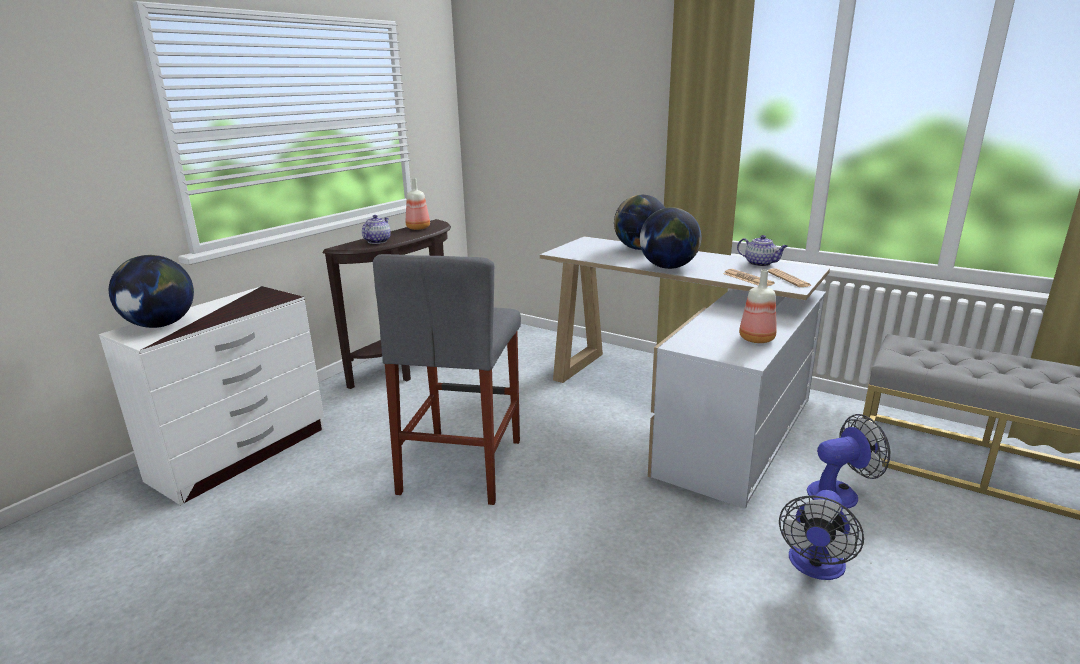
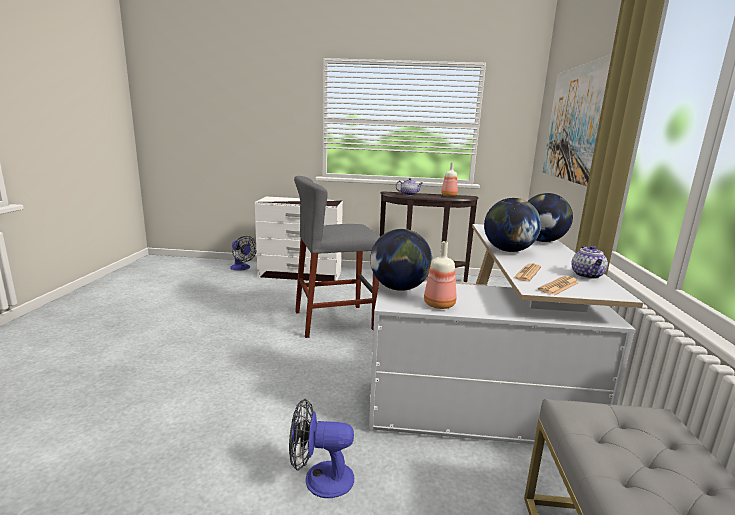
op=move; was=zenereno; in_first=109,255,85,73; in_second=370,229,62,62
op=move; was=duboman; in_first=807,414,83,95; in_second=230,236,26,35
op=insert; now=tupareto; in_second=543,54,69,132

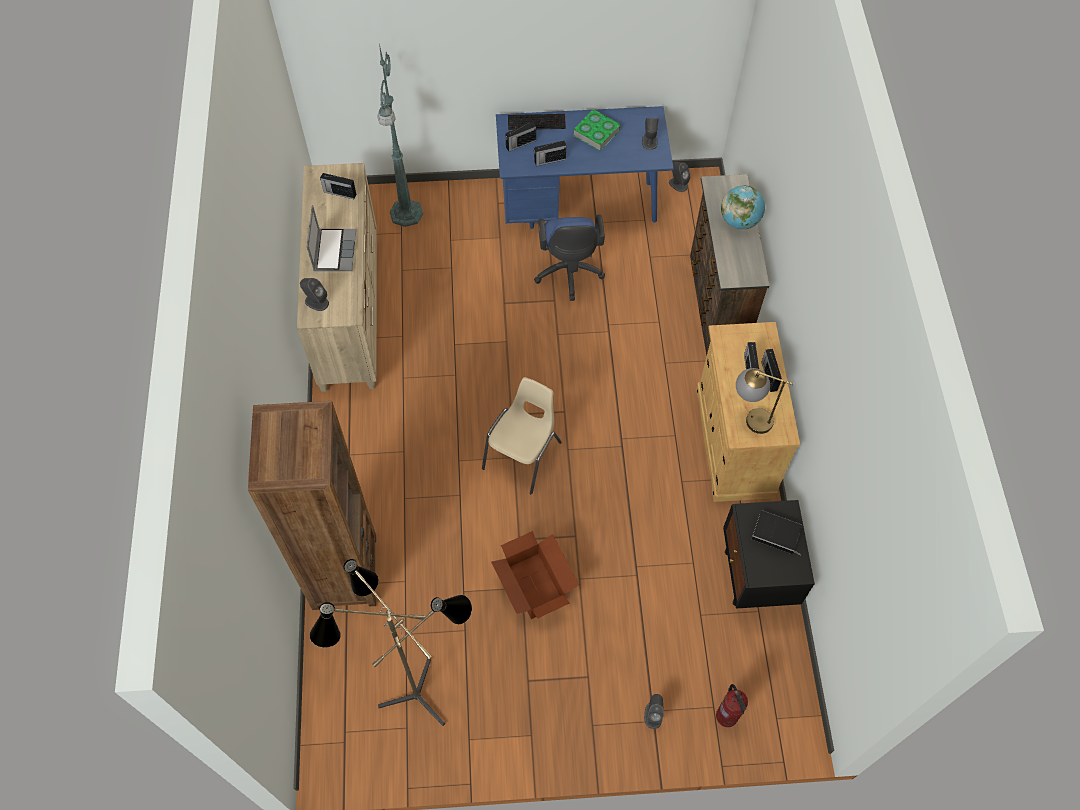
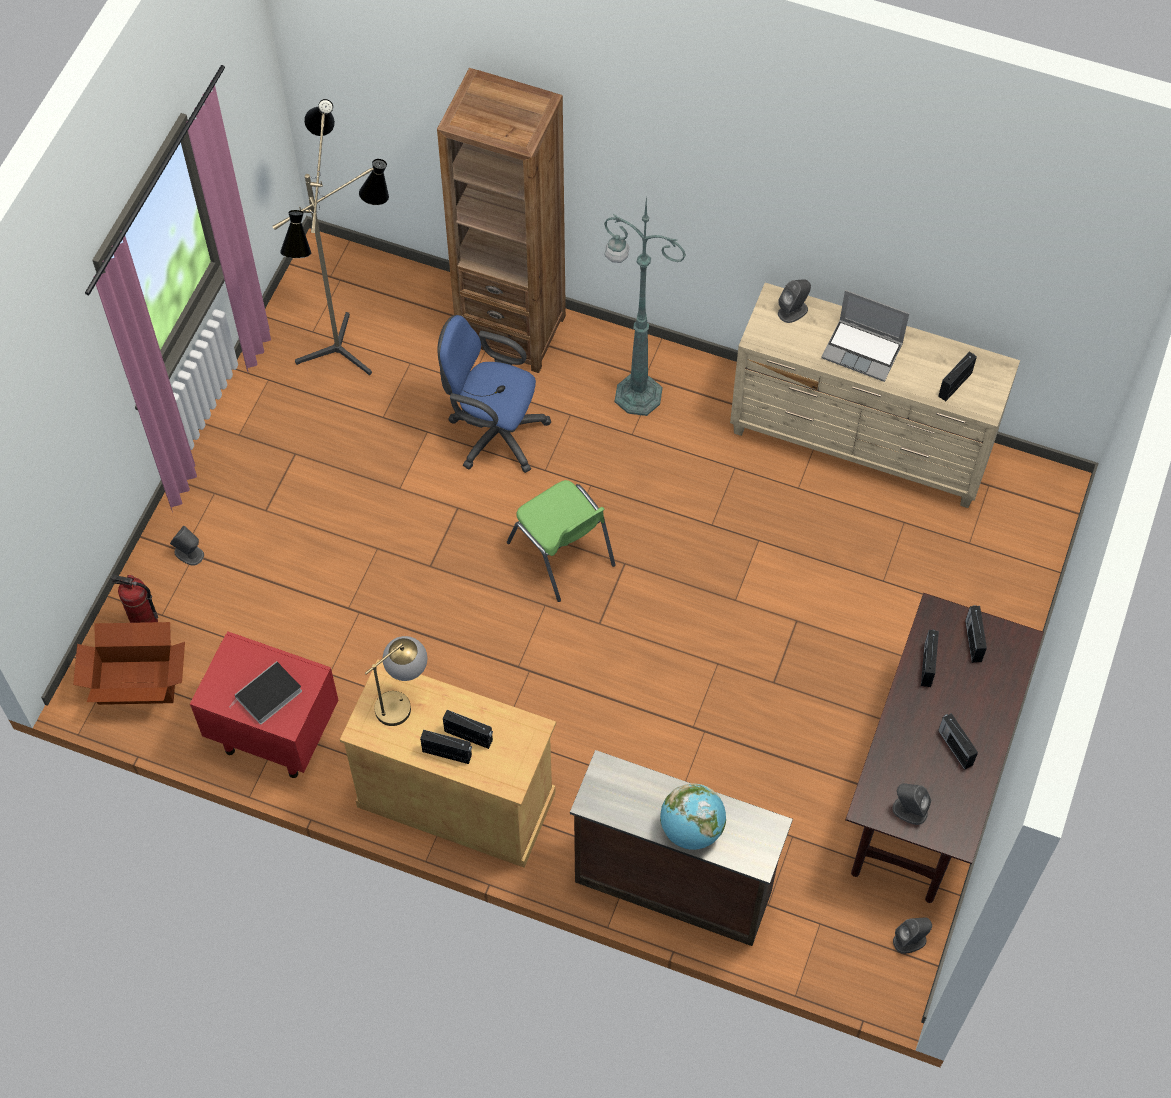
op=move; was=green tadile; in_first=377,43,46,184; in_second=604,195,82,221
op=recolor; was=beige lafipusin; now=green lafipusin; in_first=482,377,80,117; in_second=507,480,108,122
op=move; was=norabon; in_first=491,531,88,88; in_second=73,622,112,83
op=recolor; was=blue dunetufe; now=brown dunetufe; in_first=496,106,178,123; in_second=845,593,199,310
op=delete; was=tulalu; in_first=508,114,58,16
op=move; was=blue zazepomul; in_first=534,214,71,87; in_second=437,315,115,158
op=replace; was=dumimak; now=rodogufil; in_first=573,109,48,42; in_second=938,713,40,57
op=recolor; was=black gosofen; now=red gosofen; in_first=723,500,92,108; in_second=190,631,149,147

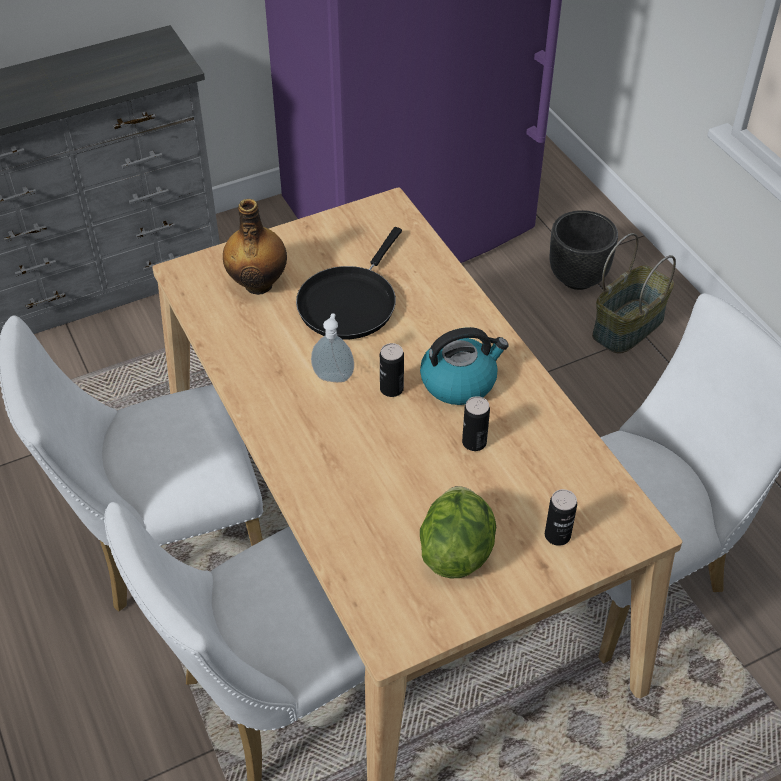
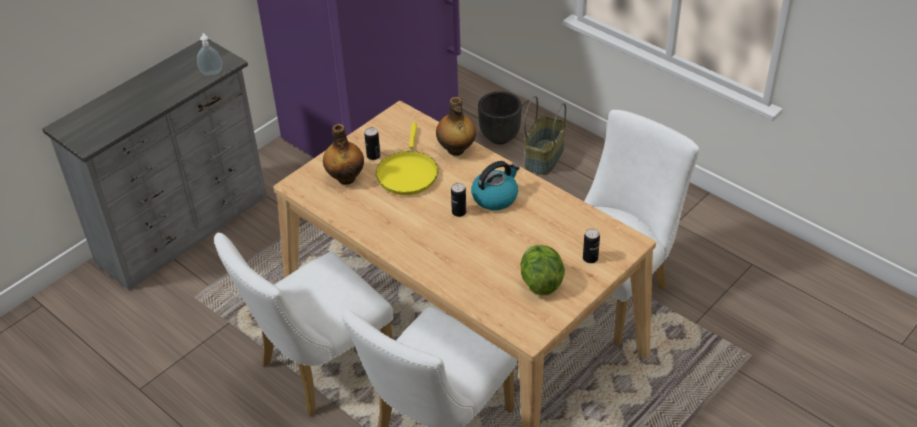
op=recolor; was=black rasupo; now=yellow rasupo; in_first=296,227,106,112; in_second=376,123,62,72
op=move; was=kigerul; in_first=311,313,43,69; in_second=197,33,25,43
op=move; was=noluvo; in_first=462,396,28,55; in_second=364,127,16,33
op=insert; now=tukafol; in_second=436,97,40,59

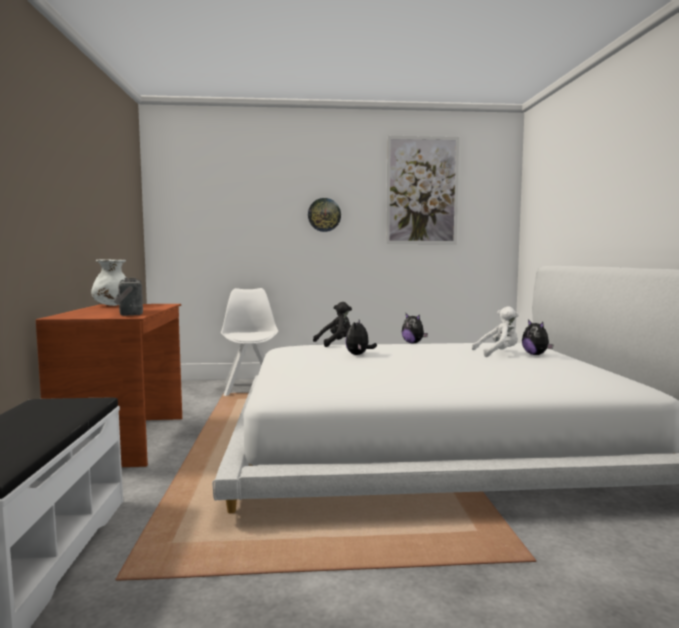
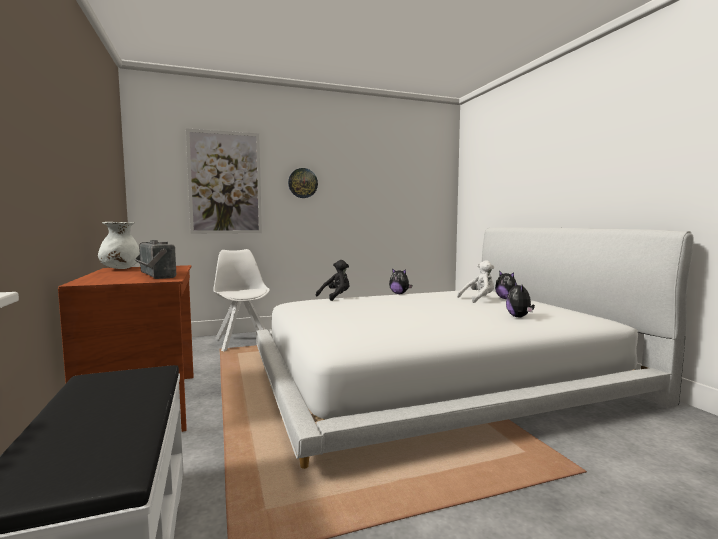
op=move; was=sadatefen; in_first=345,320,32,35; in_second=506,282,29,35
op=move; was=tupareto; in_first=386,136,73,108; in_second=186,128,76,106

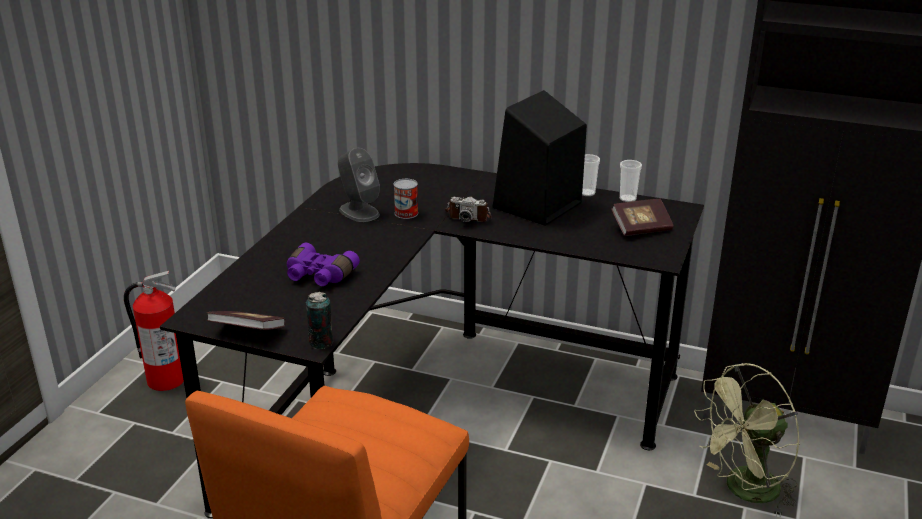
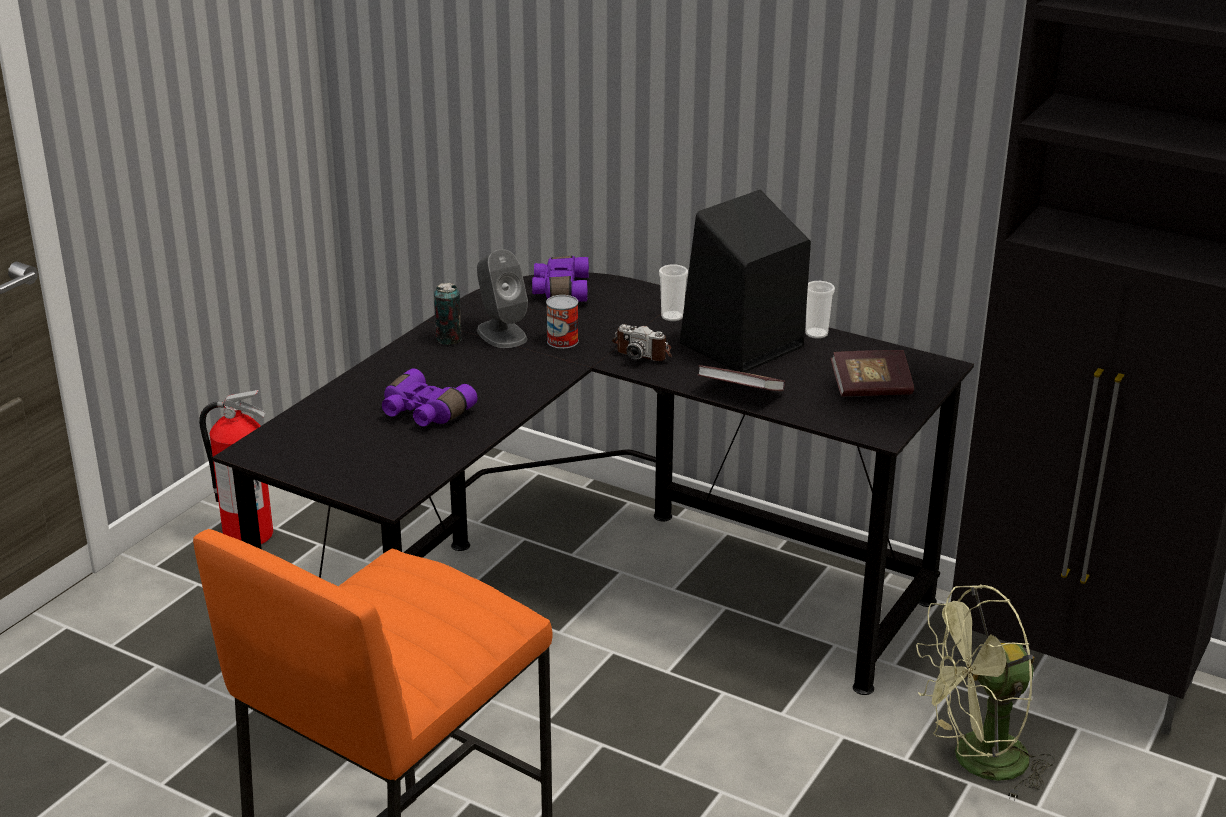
op=move; was=dumimak; in_first=207,311,79,19; in_second=697,365,88,26
op=move; was=noluvo; in_first=306,292,27,57; in_second=434,283,28,62
op=move; was=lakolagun; in_first=620,160,22,42; in_second=659,264,29,57
op=insert; now=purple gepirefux; in_second=532,256,57,46

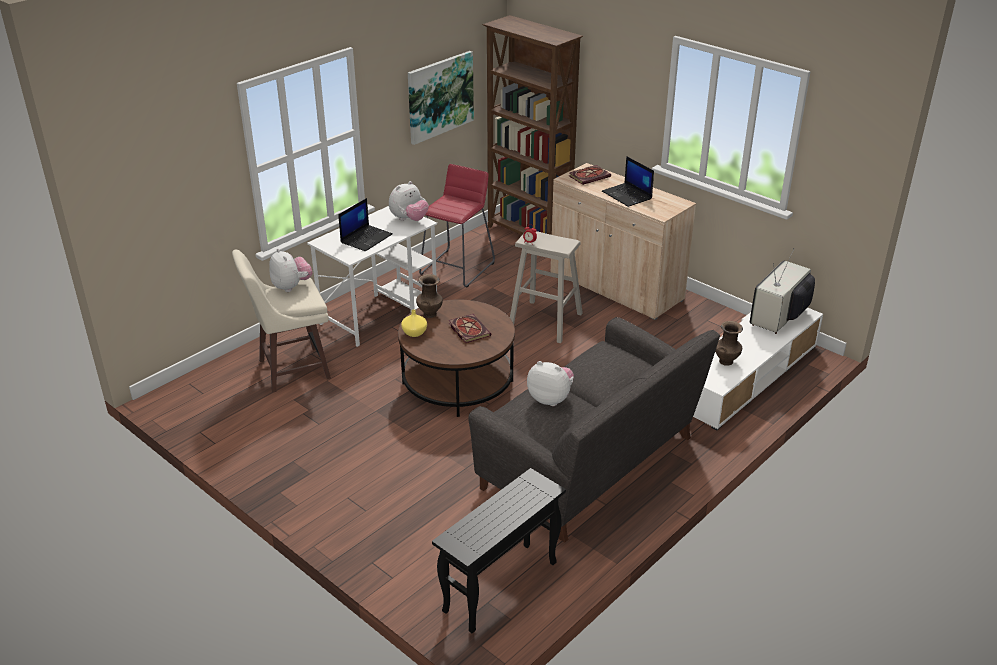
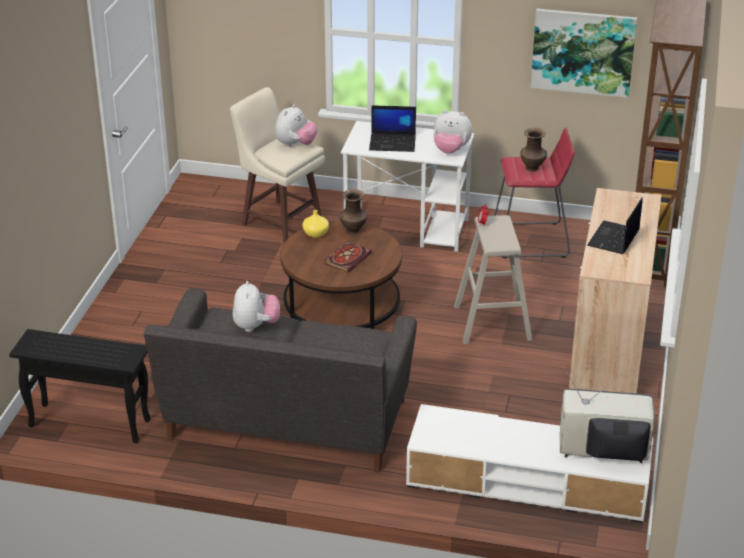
op=delete; was=dumimak; in_first=569,165,42,20
op=move; was=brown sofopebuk; in_first=715,321,28,45; in_second=520,128,27,44

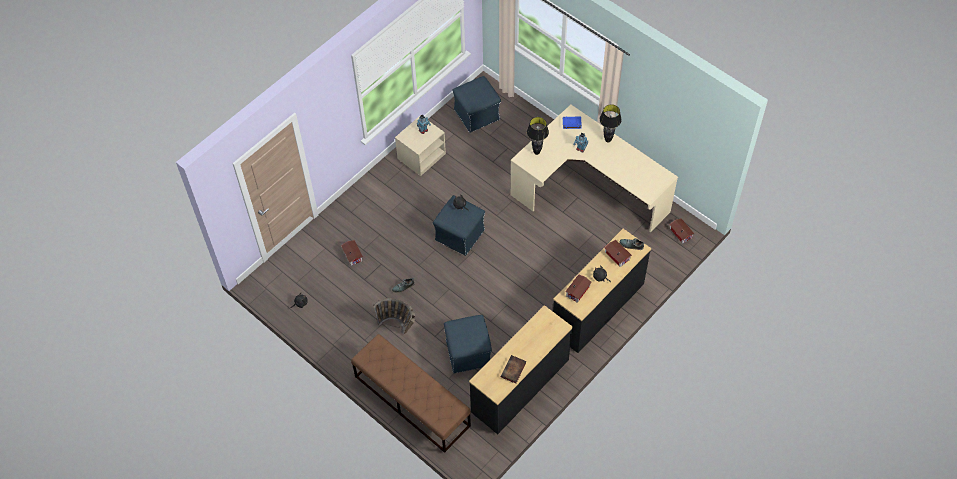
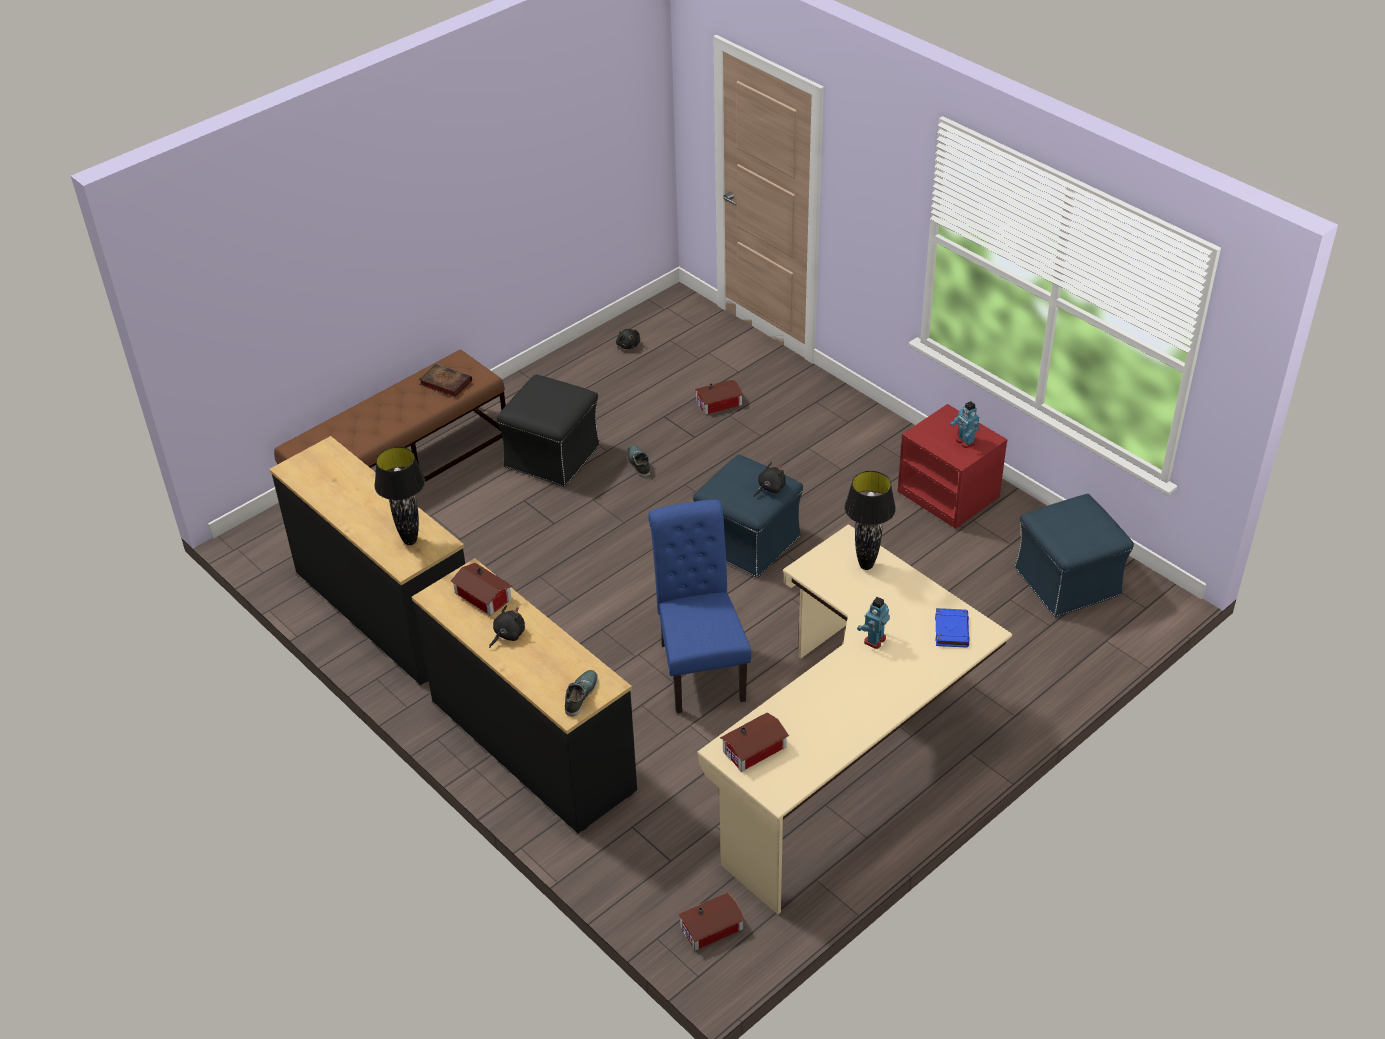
op=replace; was=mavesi; now=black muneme; in_first=373,298,42,36; in_second=497,374,103,113
op=recolor; was=beige gosofen; now=red gosofen; in_first=395,115,51,61; in_second=898,404,109,125
op=delete; was=blue muneme; in_first=444,315,48,58
op=move; was=dumimak; in_first=501,355,25,29; in_second=419,364,53,33
op=move; was=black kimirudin; in_first=600,104,22,39; in_second=374,447,51,98
op=move; was=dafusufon; in_first=605,240,27,27; in_second=720,712,69,60
op=insert; now=blue lafipusin; in_second=648,500,103,213

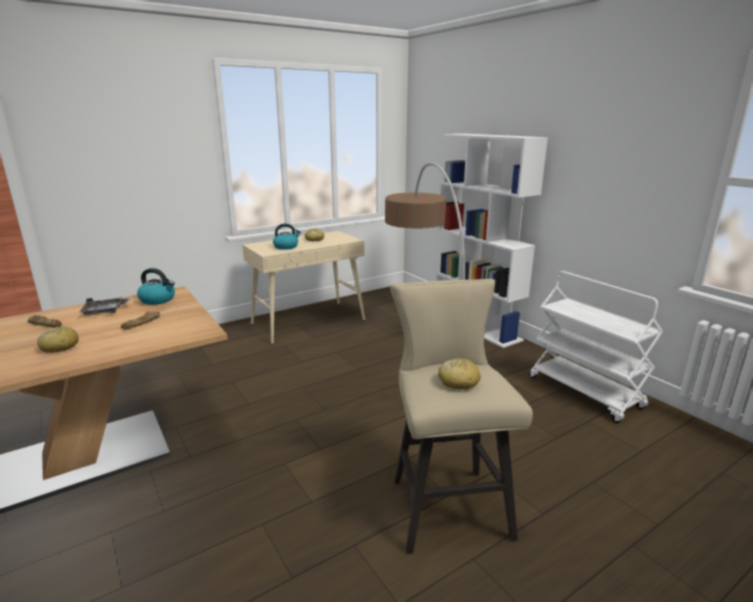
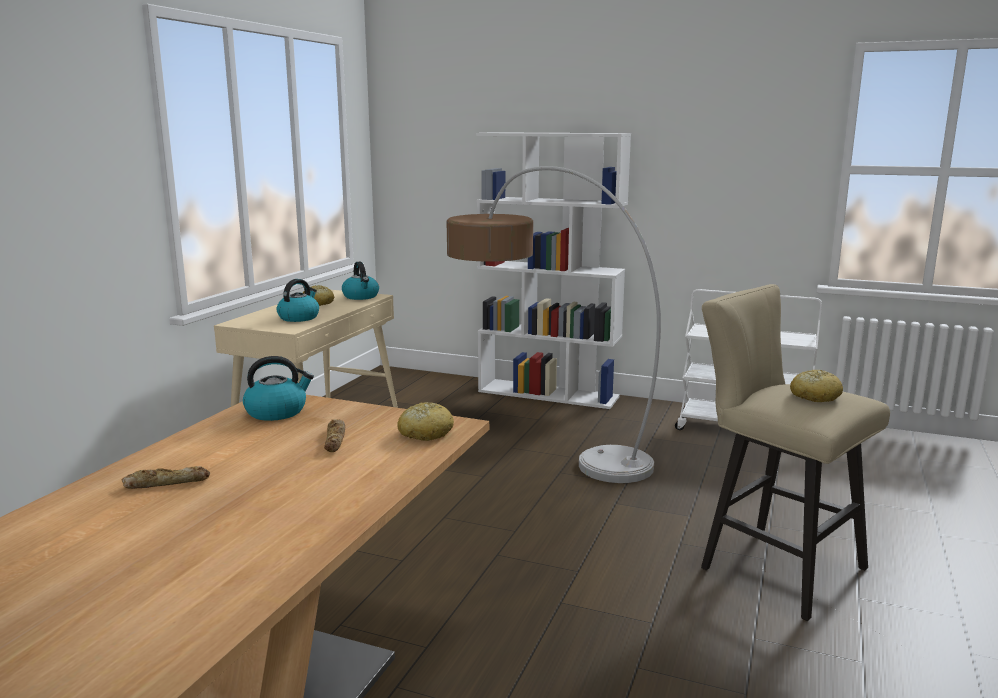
op=move; was=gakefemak; in_first=37,326,42,27; in_second=397,402,57,39
op=delete; was=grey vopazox; in_first=80,297,51,19
op=insert; now=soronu; in_second=342,262,37,38

